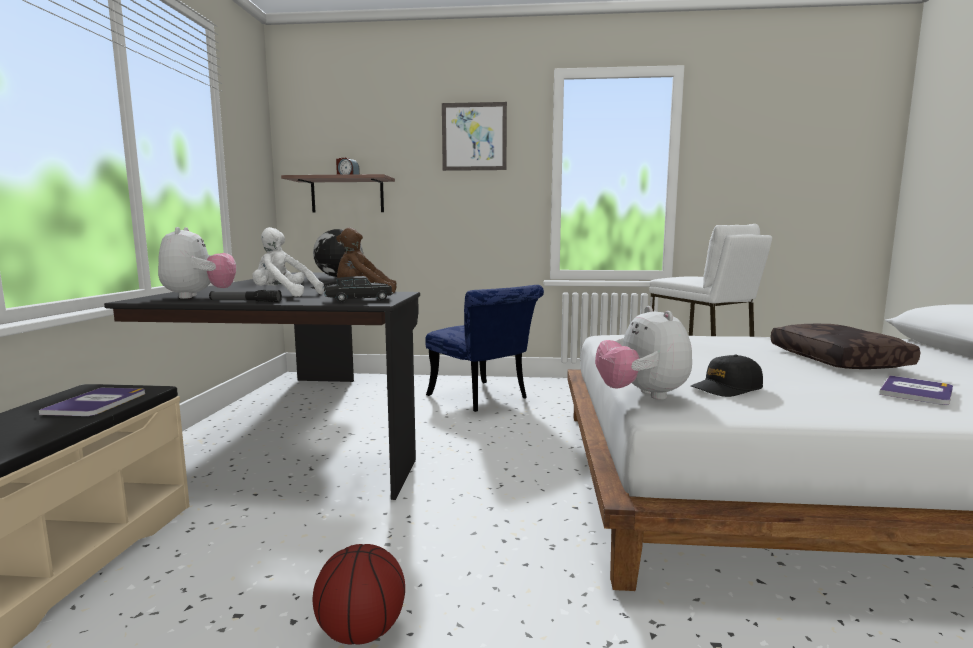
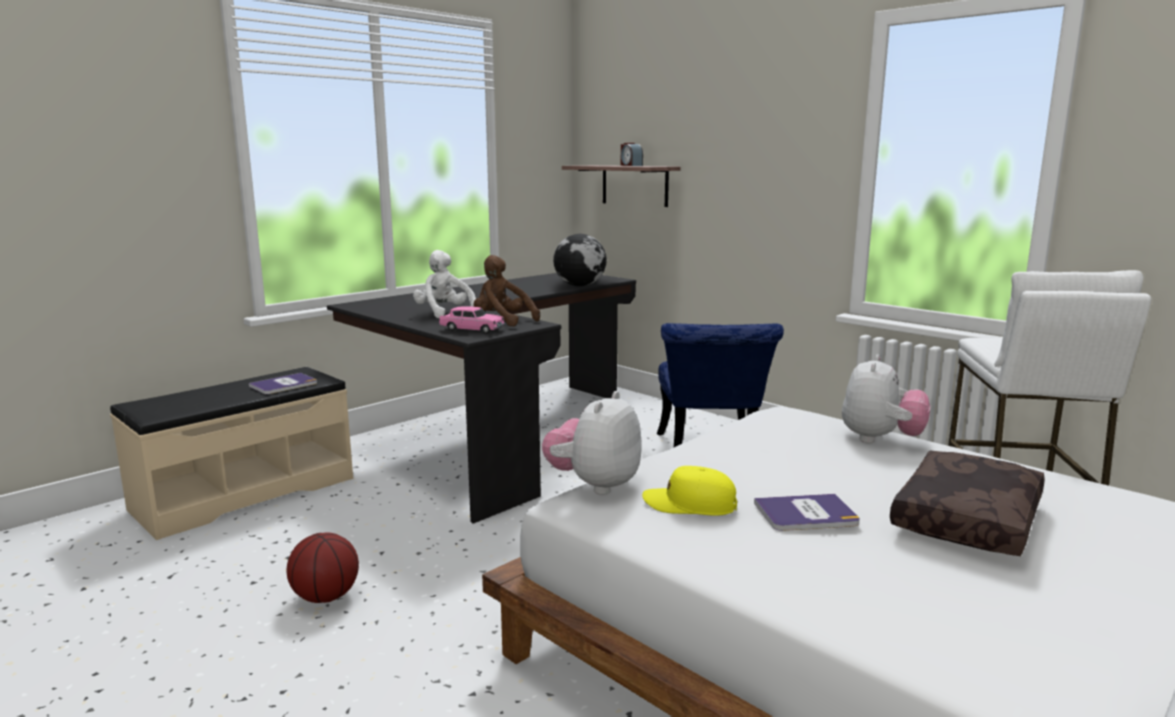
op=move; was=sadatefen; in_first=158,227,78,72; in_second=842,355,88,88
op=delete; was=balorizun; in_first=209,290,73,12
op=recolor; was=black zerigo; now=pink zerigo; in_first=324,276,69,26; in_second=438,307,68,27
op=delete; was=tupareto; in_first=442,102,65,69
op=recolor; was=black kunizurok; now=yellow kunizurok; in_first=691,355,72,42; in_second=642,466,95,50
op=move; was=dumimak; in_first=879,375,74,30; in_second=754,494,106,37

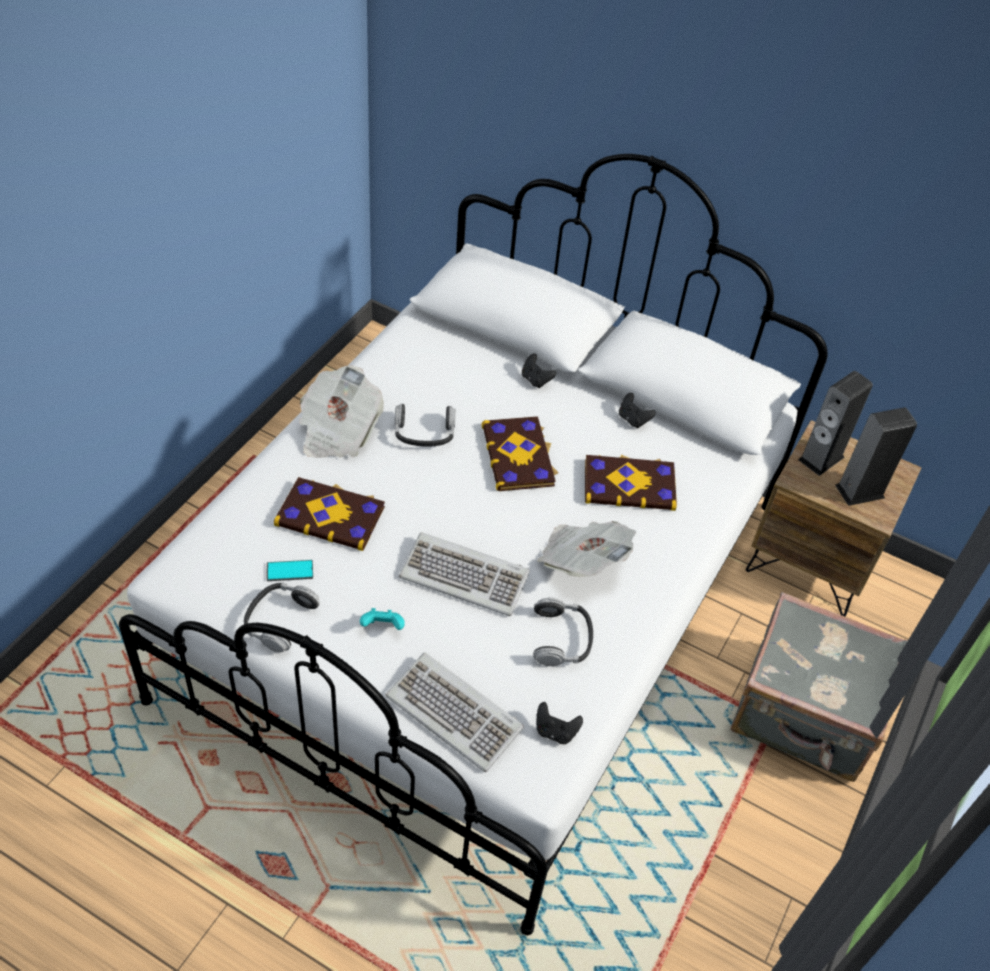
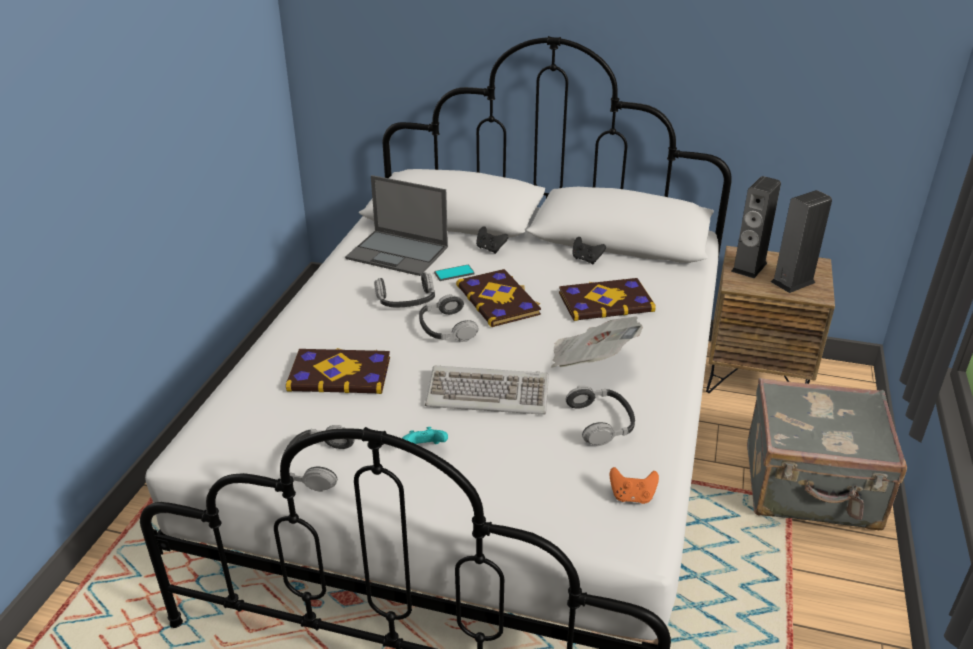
op=move; was=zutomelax; in_first=267,560,46,21; in_second=434,265,41,16
op=delete; was=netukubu; in_first=299,365,85,93
op=delete; was=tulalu; in_first=386,653,138,119
op=recolor; was=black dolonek; now=orange dolonek; in_first=537,702,46,42; in_second=610,467,49,37
op=insert; now=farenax; in_second=345,175,103,101
op=insert; now=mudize; in_second=419,294,60,48

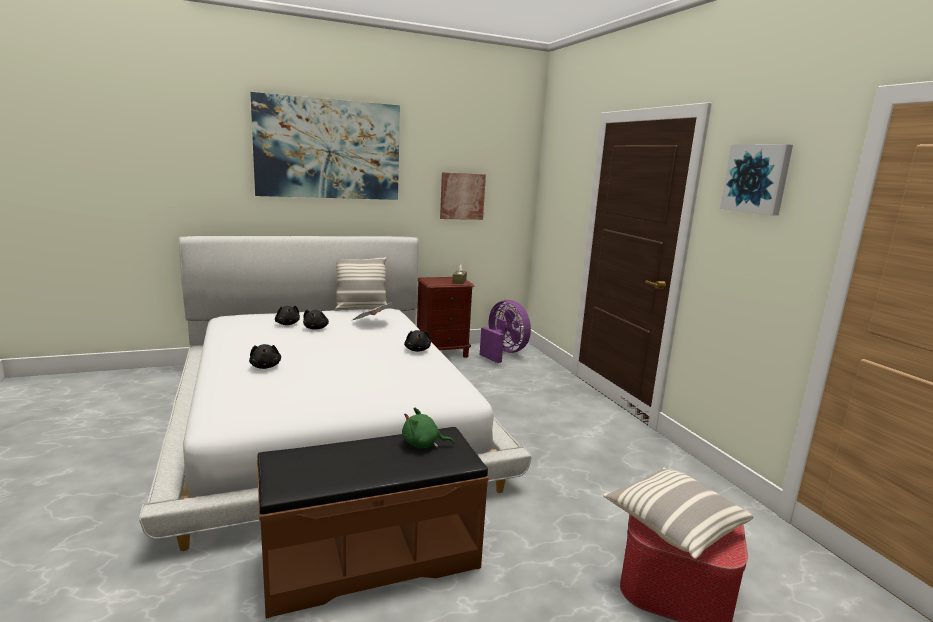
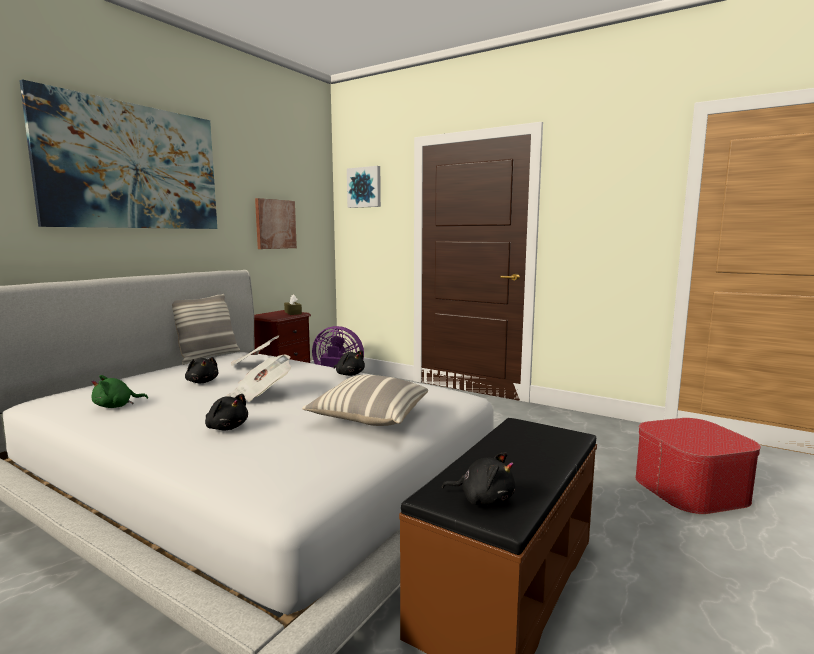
op=move; was=black sadatefen; in_first=275,306,25,19; in_second=442,452,73,53
op=move; was=green sadatefen; in_first=402,407,52,41; in_second=91,375,57,33
op=move; was=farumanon; in_first=603,468,150,91; in_second=302,375,126,51
op=move; was=tupareto; in_first=720,144,73,72; in_second=347,166,34,42
op=insert; now=netukubu; in_second=227,355,64,47

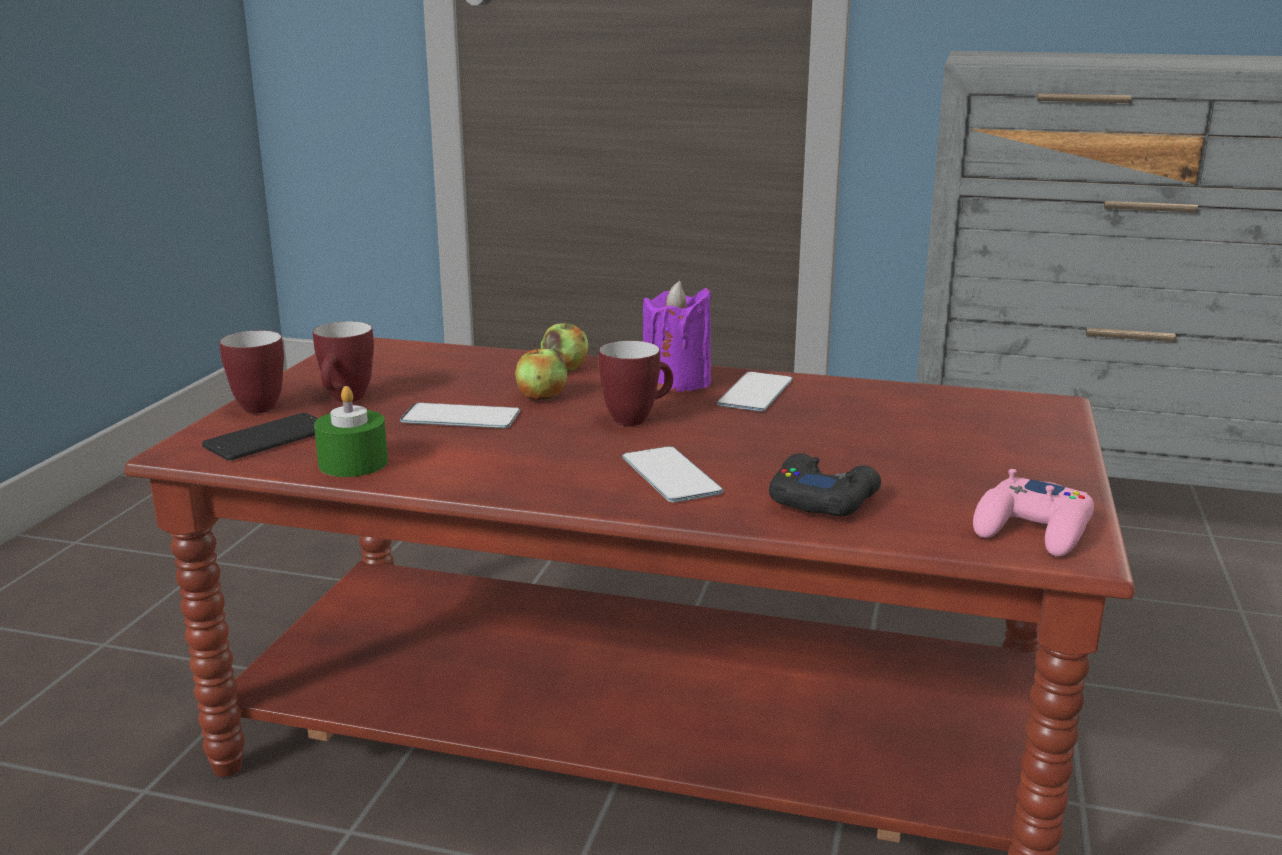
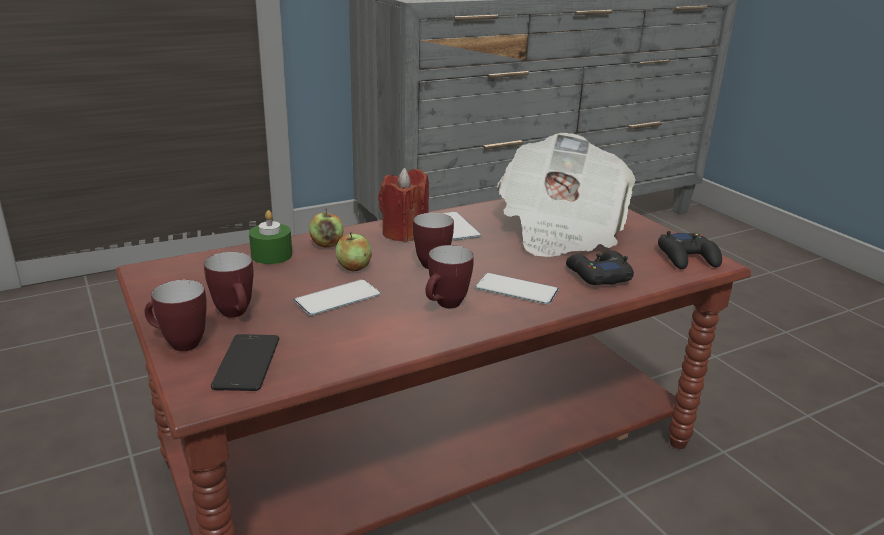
op=move; was=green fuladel; in_first=314,386,74,91; in_second=249,210,43,54
op=recolor; was=purple fuladel; now=red fuladel; in_first=643,281,69,110; in_second=378,168,51,74
op=recolor; was=pink dolonek; now=black dolonek; in_first=973,468,121,89; in_second=658,231,64,38
op=insert; now=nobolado; in_second=426,245,48,63
op=insert; now=netukubu; in_second=497,133,139,124

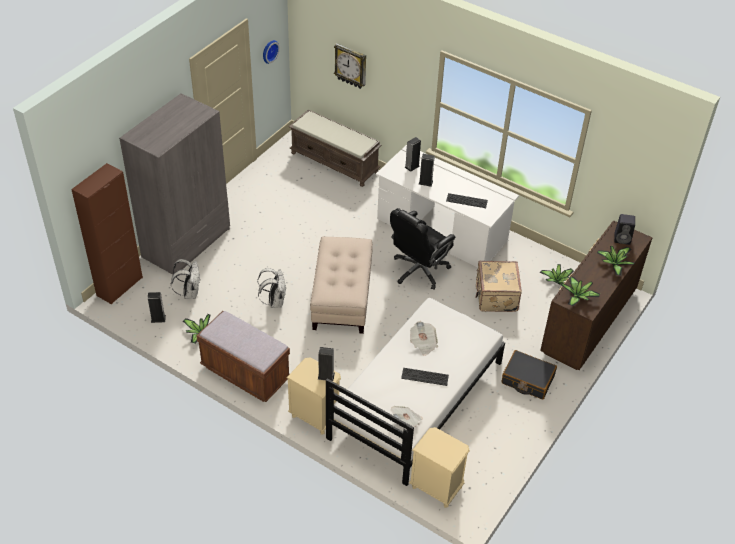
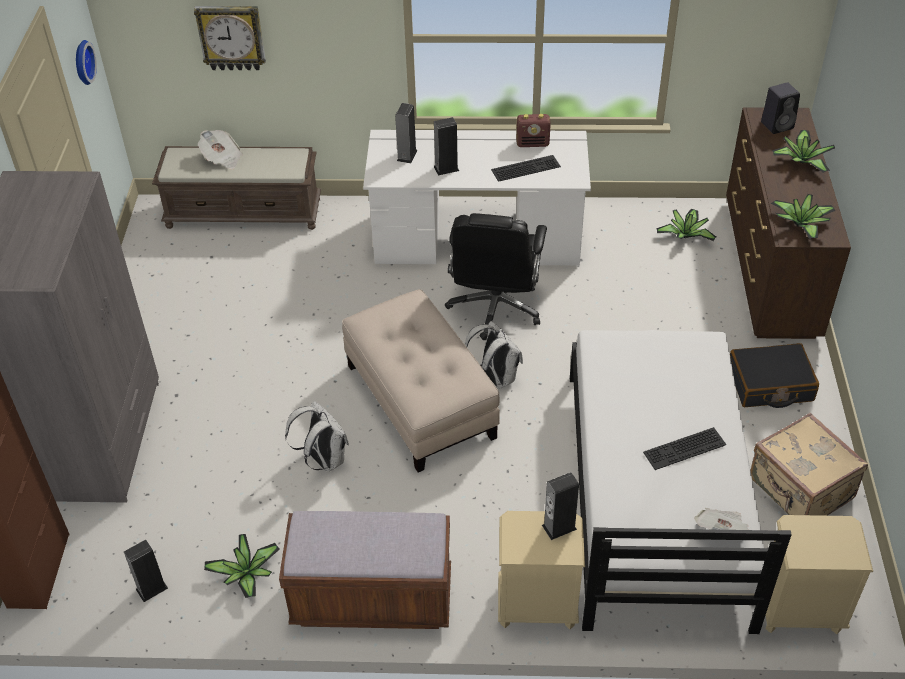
op=move; was=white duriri; in_first=171,259,29,40; in_second=465,321,58,67
op=move; was=netukubu; in_first=410,321,28,35; in_second=198,130,45,39
op=move; was=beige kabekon; in_first=475,261,47,51; in_second=751,413,117,103
op=insert; now=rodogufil; in_second=516,114,35,33

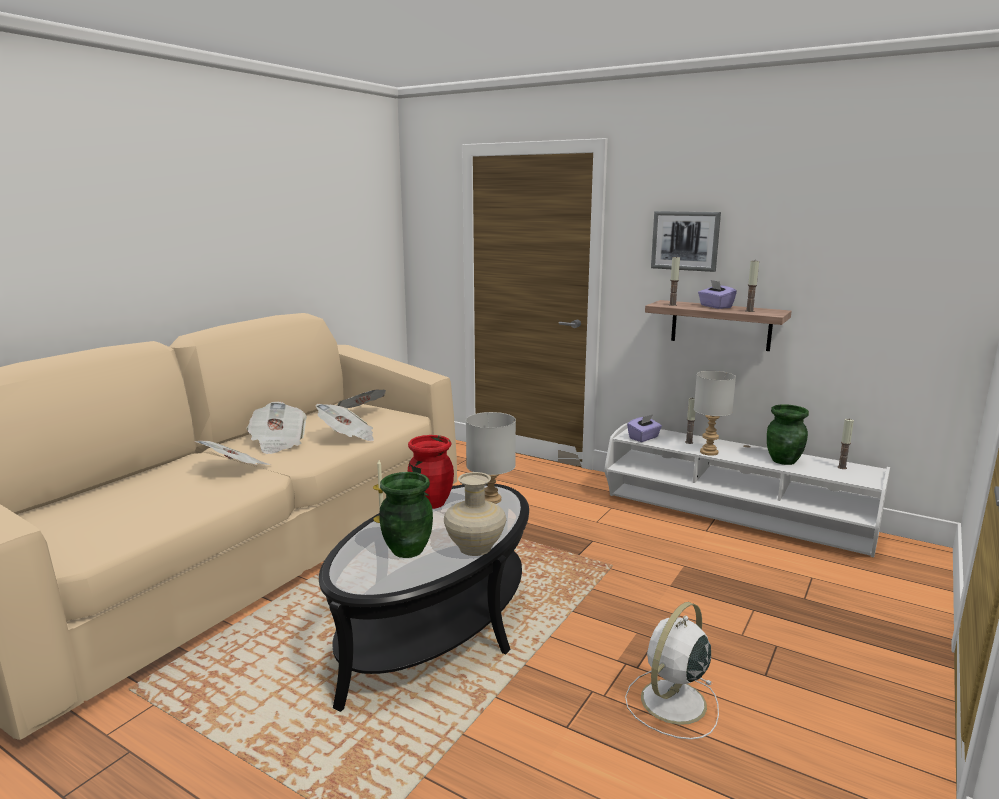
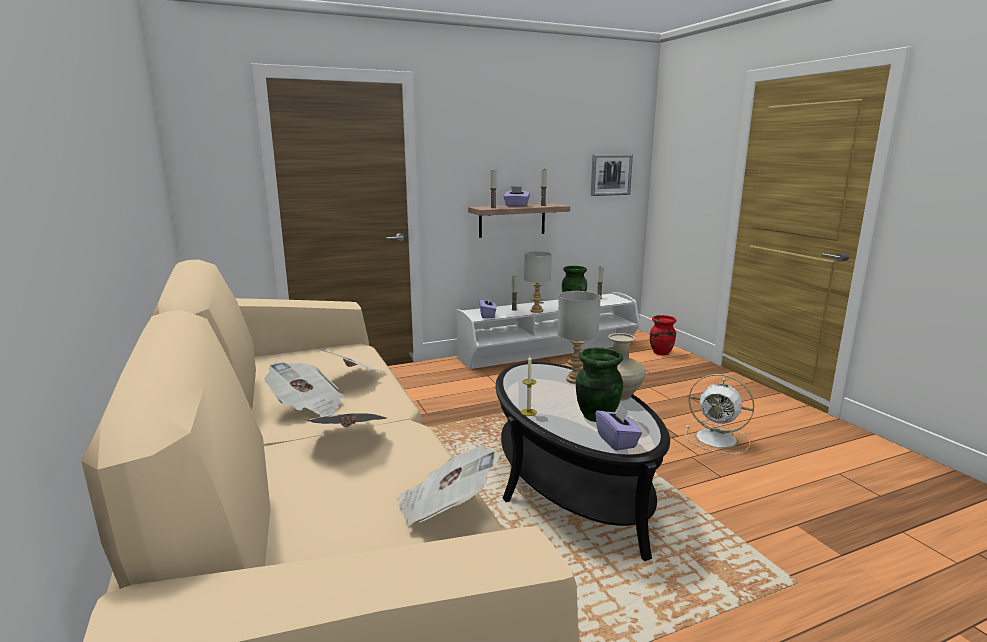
op=move; was=netukubu; in_first=337,389,49,19; in_second=397,445,102,81
op=move; was=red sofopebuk; in_first=408,435,46,74; in_second=650,315,26,40
op=rotate; was=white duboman; in_first=625,602,94,138; in_second=685,374,69,80; clockwise=-45
op=move; was=tupareto; in_first=651,211,70,61; in_second=591,154,42,42
op=insert; now=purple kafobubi; in_second=595,404,47,47

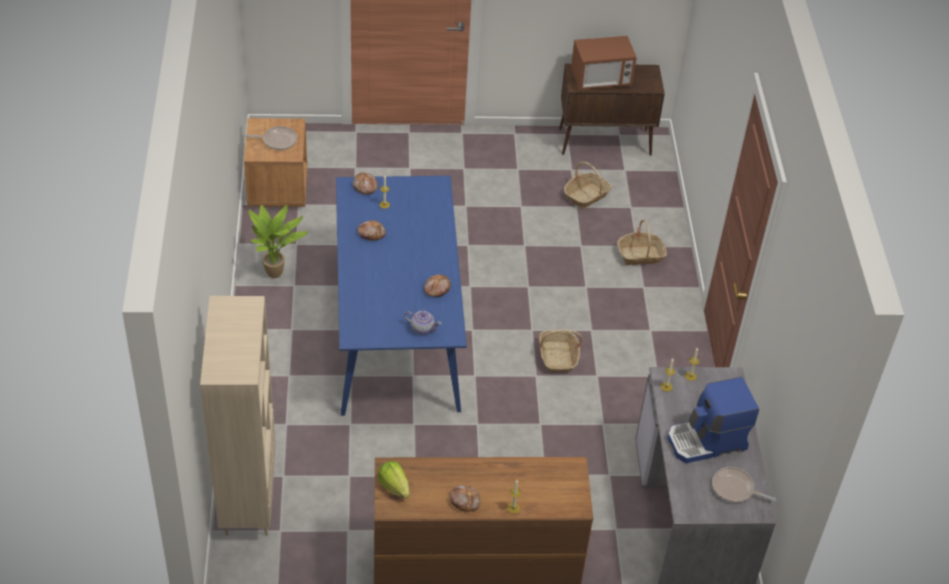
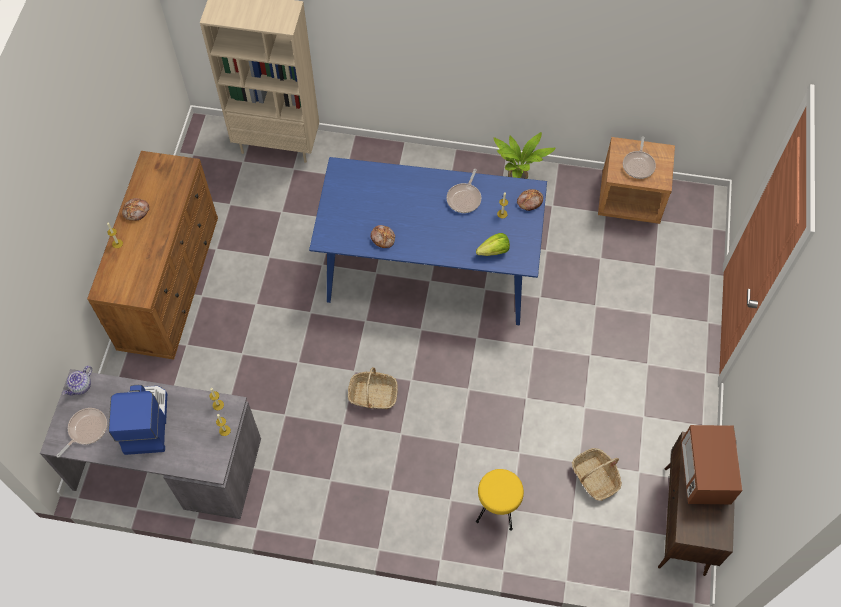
op=replace; was=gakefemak; now=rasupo; in_first=358,220,28,21; in_second=447,169,34,44
op=move; was=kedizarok; in_first=378,461,32,37; in_second=476,233,34,23
op=move; was=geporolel; in_first=404,311,37,24; in_second=62,366,30,29
op=replace; was=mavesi; now=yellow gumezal; in_first=617,220,50,45; in_second=476,469,48,62

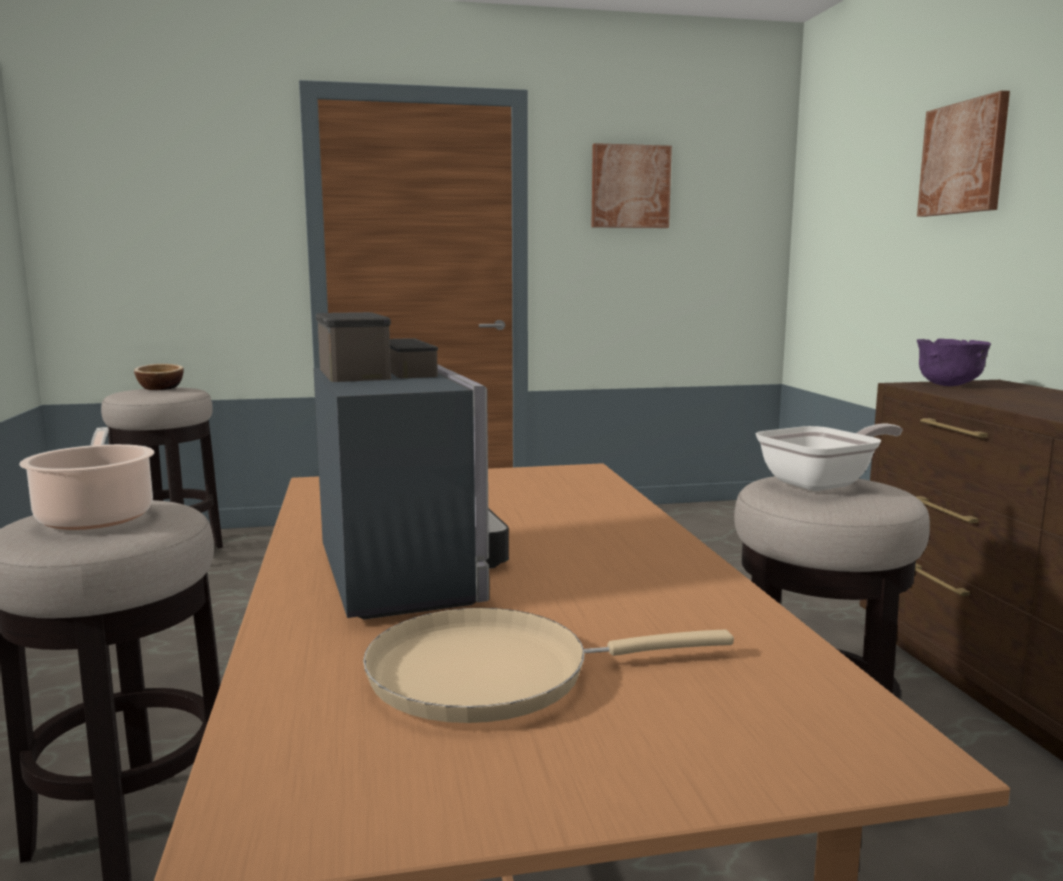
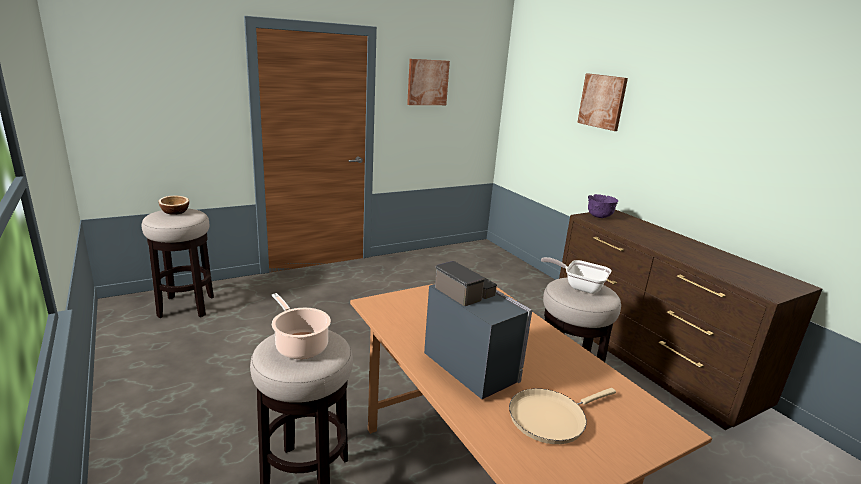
op=rotate; was=rasupo; in_first=756,423,147,68; in_second=541,257,70,37; clockwise=-105

